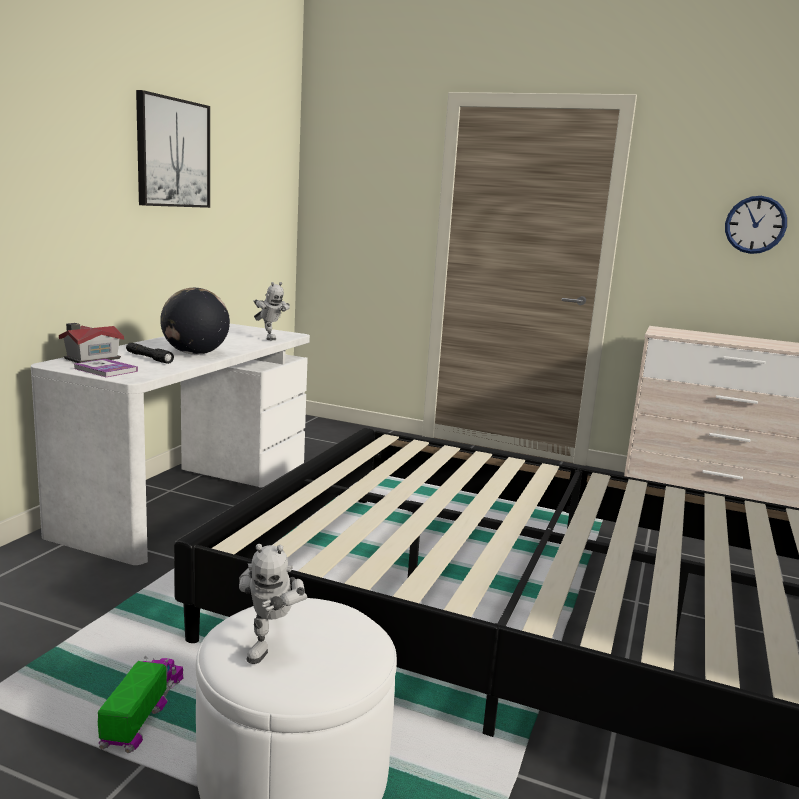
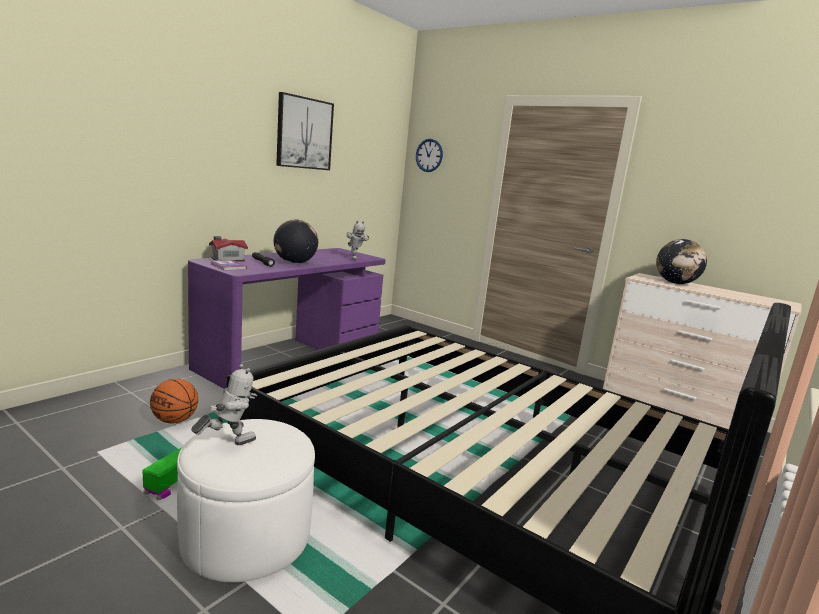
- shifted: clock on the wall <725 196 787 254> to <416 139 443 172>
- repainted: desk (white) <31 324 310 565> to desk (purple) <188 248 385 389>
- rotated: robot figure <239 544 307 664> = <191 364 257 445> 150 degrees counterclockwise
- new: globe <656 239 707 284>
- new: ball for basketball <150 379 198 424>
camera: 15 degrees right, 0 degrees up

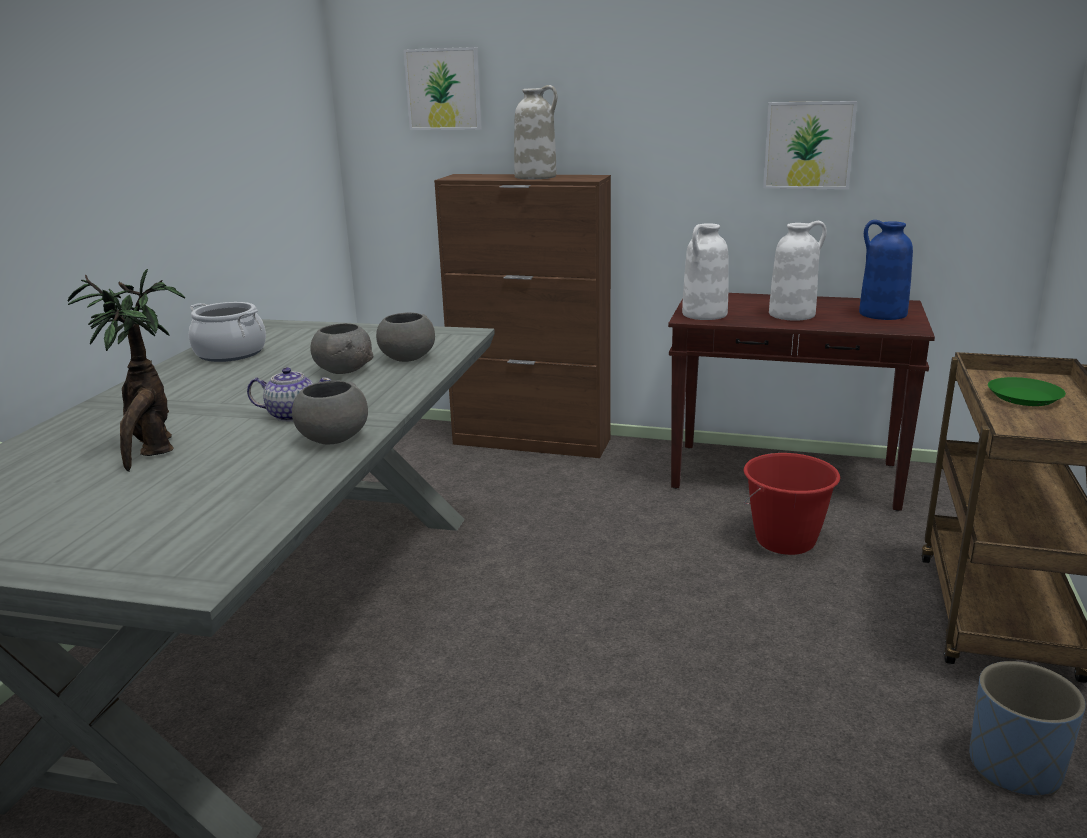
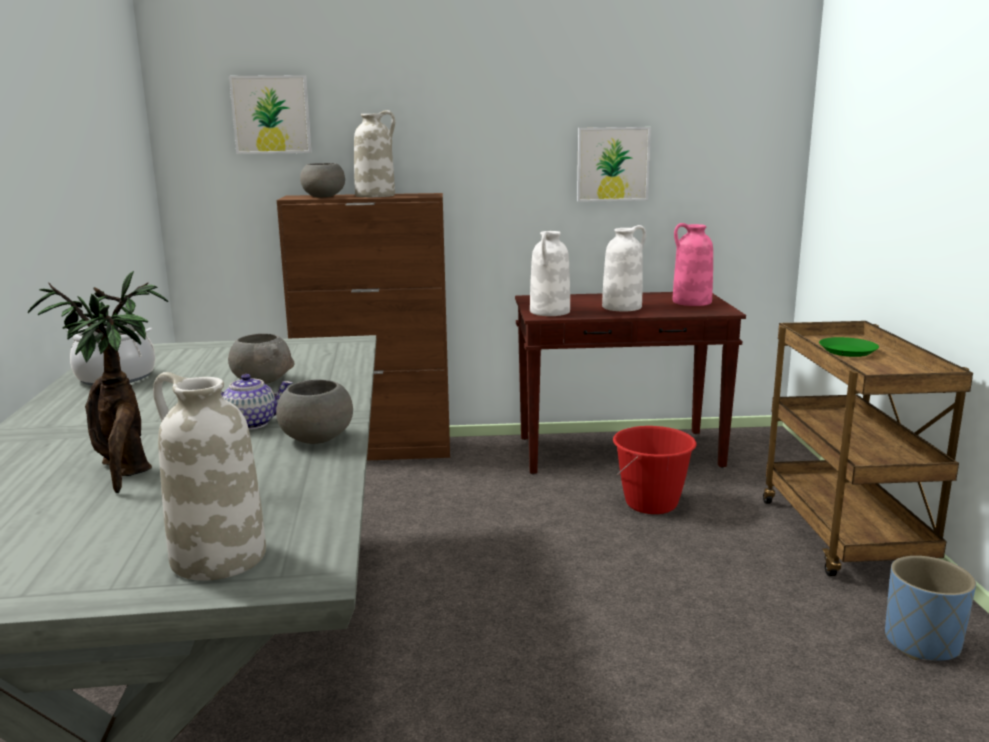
- repainted: decorative vase (blue-coloured) <859 220 913 320> to decorative vase (pinkish) <672 223 713 306>
- shifted: bowl (greyish) <376 312 435 362> to <300 163 345 197>
- new: decorative vase (white) <153 372 266 581>
camera: 20 degrees left, 5 degrees down

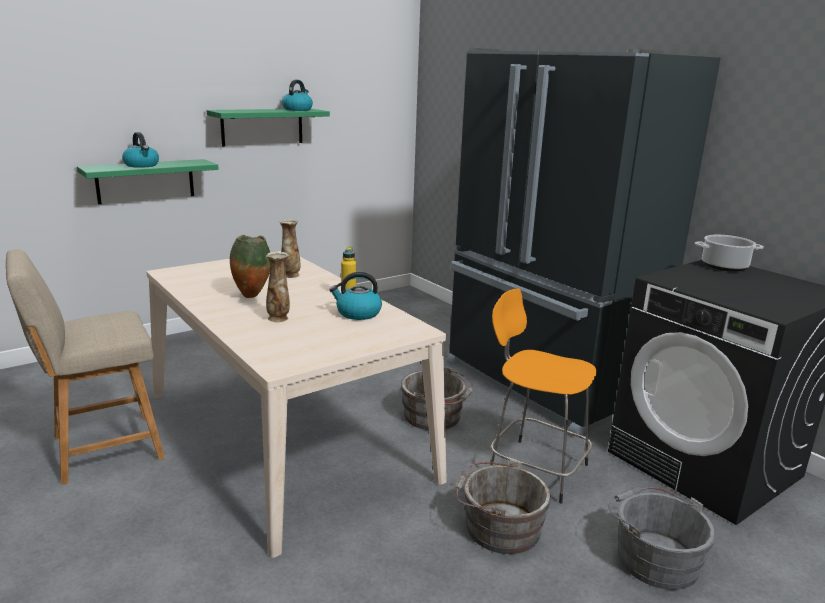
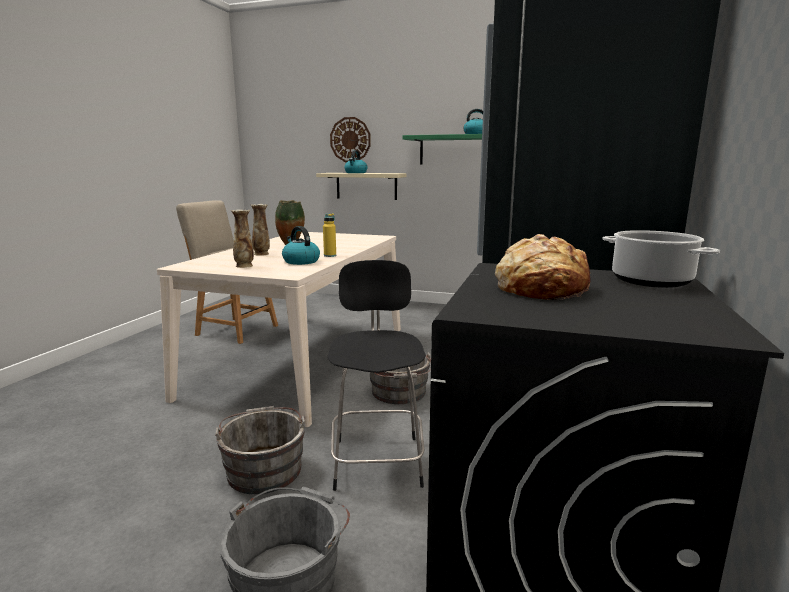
- repainted: wall shelf (green) <77 159 219 204> to wall shelf (beige-coloured) <316 173 406 200>
- shifted: decorative vase <279 219 301 278> to <231 209 254 268>
- repainted: stool seat (orange-coloured) <490 289 597 504> to stool seat (black) <328 260 426 491>
- new: clock on the wall <330 117 371 162>
- new: bakery bread <495 234 591 300>
camera: 55 degrees right, 5 degrees down

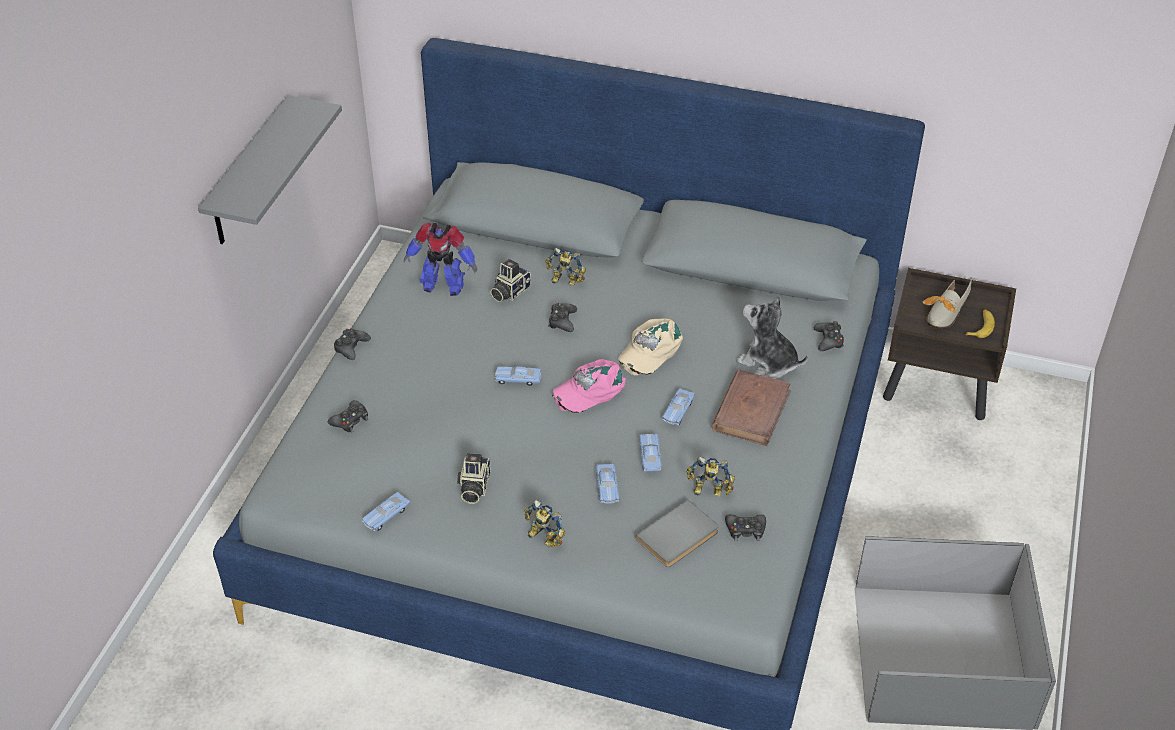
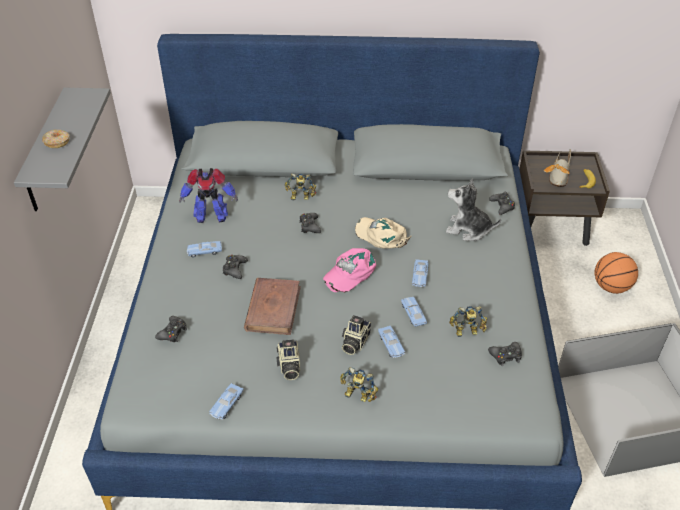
- shifted: still camera <490 259 531 302> to <342 315 371 355>
- rotated: baseball cap (beige-coloured) <618 318 683 375> = <355 217 412 249> 105 degrees clockwise
- shifted: gamepad (black) <334 328 371 360> to <223 255 248 279>
- shifted: miniature car (blue-coloured) <495 367 542 386> to <187 241 222 258>
- shifted: volume (brown-coloured) <712 370 791 446> to <244 278 301 335>
- gone: volume (greyish) <636 500 719 567>
- new: ring doughnut <42 129 70 148>
- new: ball for basketball <594 252 638 294>
camera: 15 degrees left, 0 degrees up

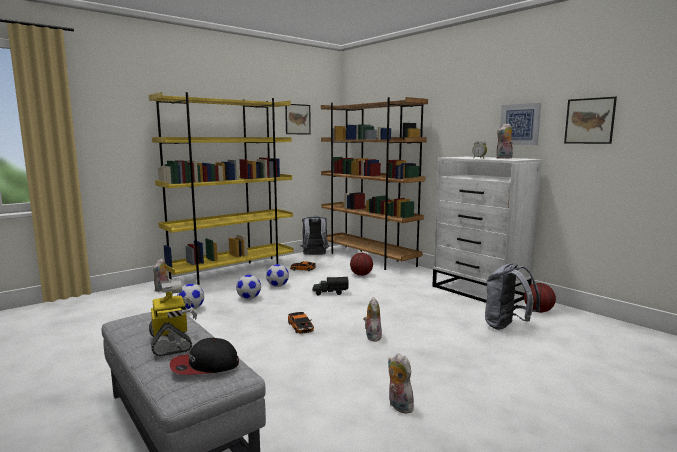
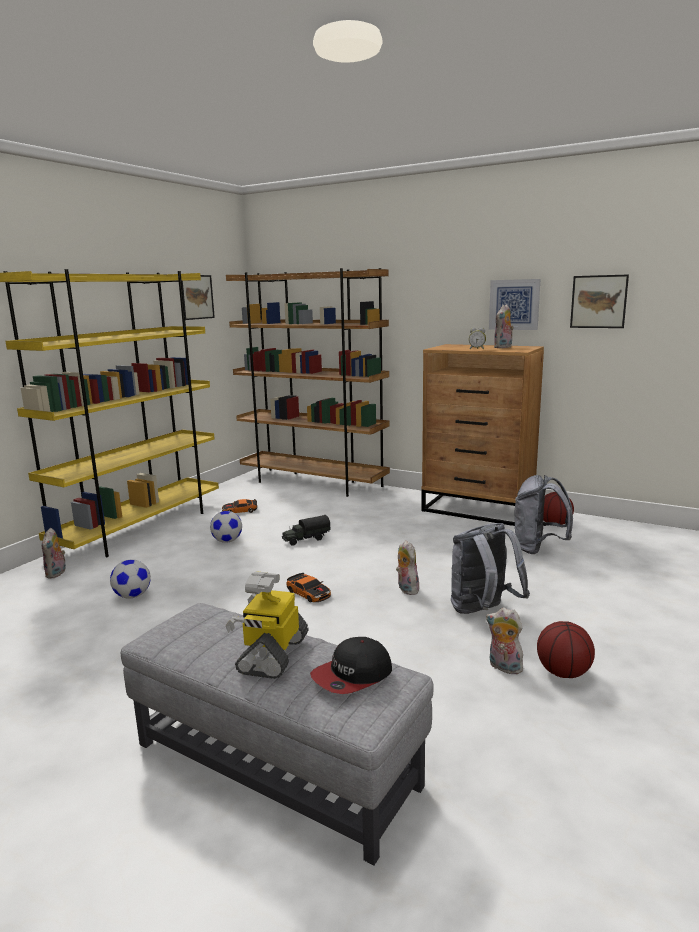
- repainted: dresser (white) <432 157 542 304> to dresser (brown-coloured) <421 344 544 526>
- shifted: rucksack (greyish) <300 216 329 255> to <451 523 530 614>
- shifted: ball for basketball <350 253 373 276> to <537 621 595 678>
- gone: ball for football <236 275 261 299>
- rotated: robot figure <149 279 197 356> = <225 571 309 679> 120 degrees counterclockwise
camera: 20 degrees left, 5 degrees up

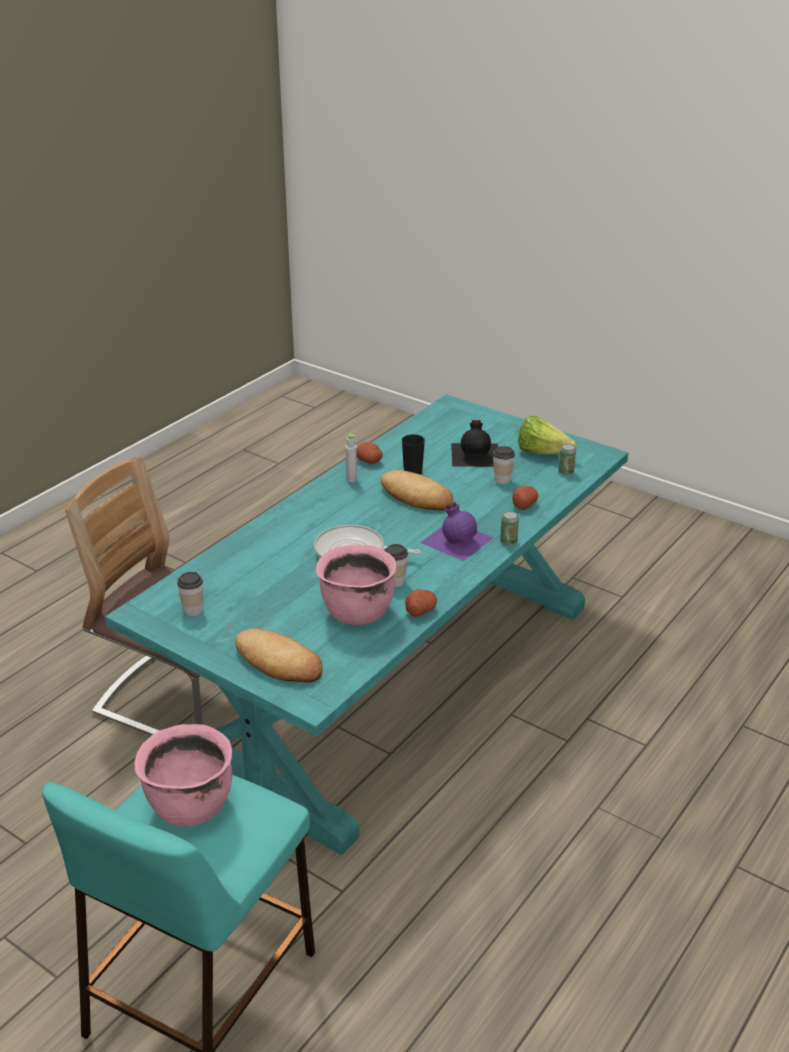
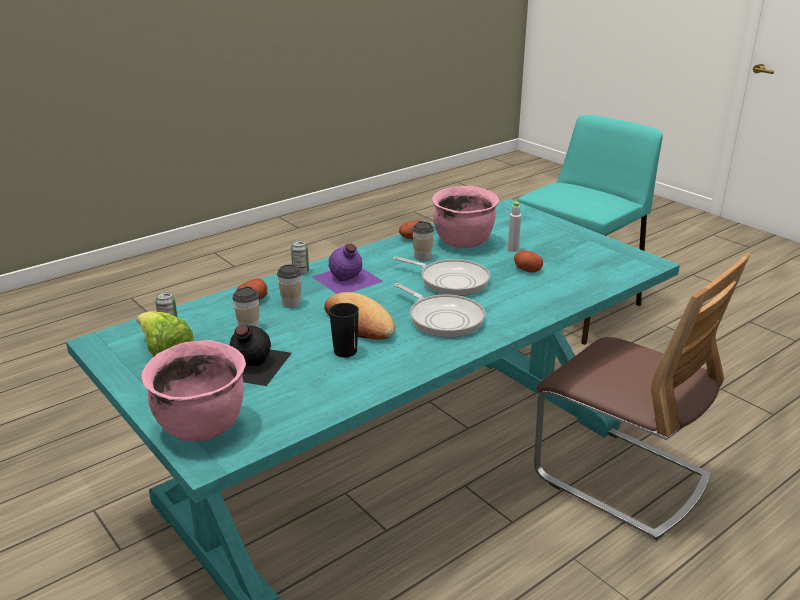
- shifted: drink bottle (greyish) <345 434 357 482> to <508 202 521 252>
- shifted: whole potato <357 442 383 464> to <514 250 543 273>
- shifted: small cup <177 572 203 616> to <277 265 302 308>
- gone: bakery bread <235 628 322 682>
- shifted: cooking pot (pinkish) <134 724 232 827> to <142 340 246 442>
- new: frying pan <394 283 485 338>
camera: 165 degrees left, 5 degrees down

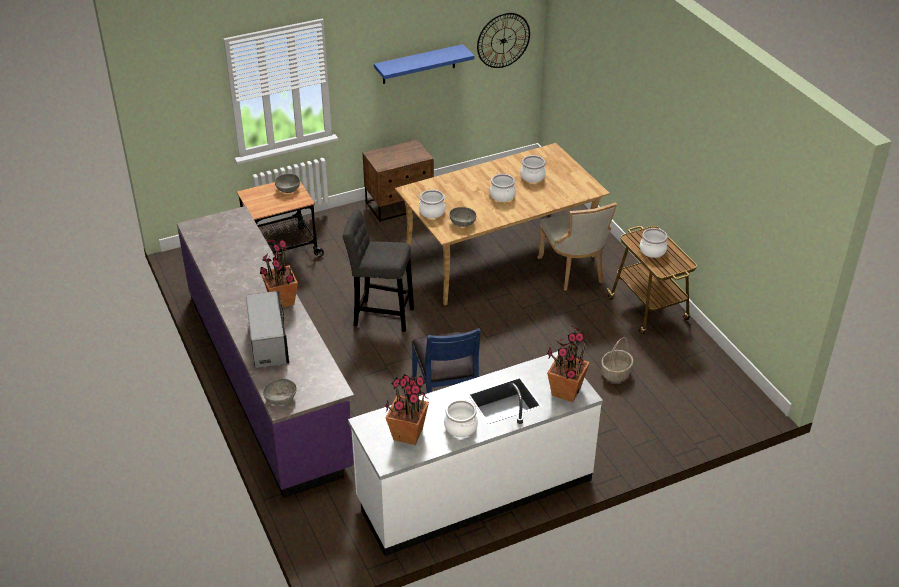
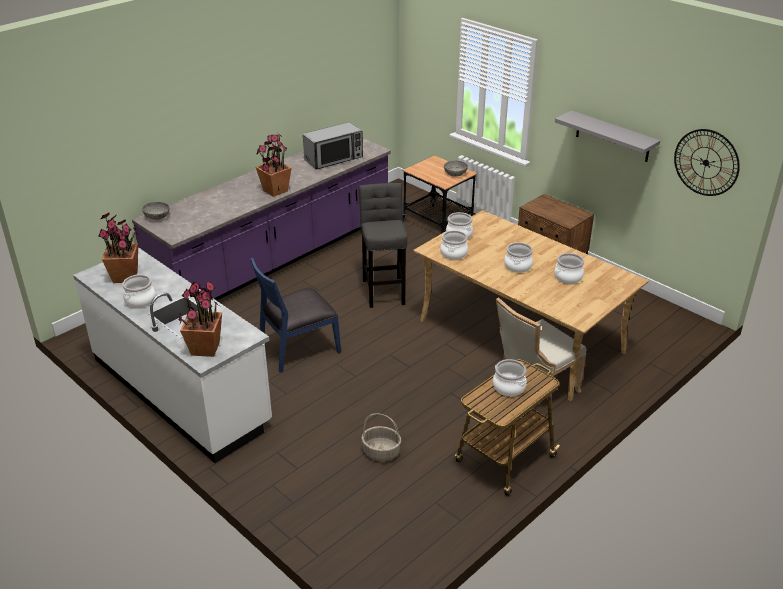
- repainted: wall shelf (blue-coloured) <374 44 474 84> to wall shelf (greyish) <555 111 660 162>
- swapped: bowl (greyish) <449 207 476 227> to cooking pot <440 230 468 260>
- shifted: microwave oven <246 291 289 368> to <303 122 363 169>
camera: 70 degrees right, 5 degrees down

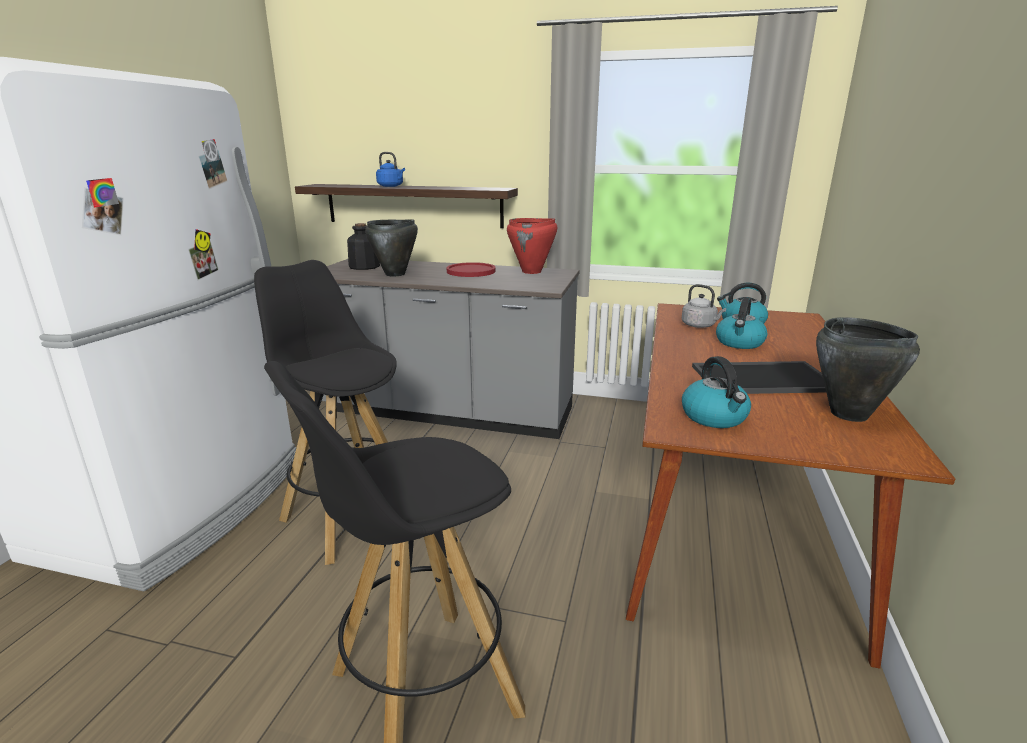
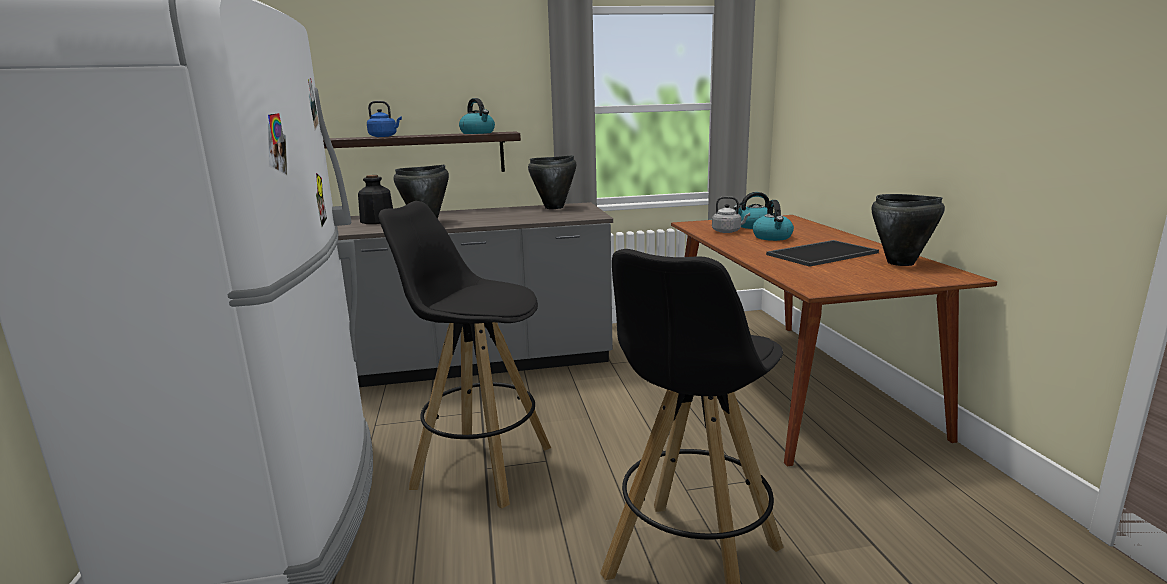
- repainted: cooking pot (reddish) <507 218 557 274> to cooking pot (black) <528 155 576 209>
- gone: flat dish (reddish) <447 262 496 277>
- shifted: tea kettle <682 356 751 428> to <459 98 495 134>
camera: 25 degrees left, 5 degrees down

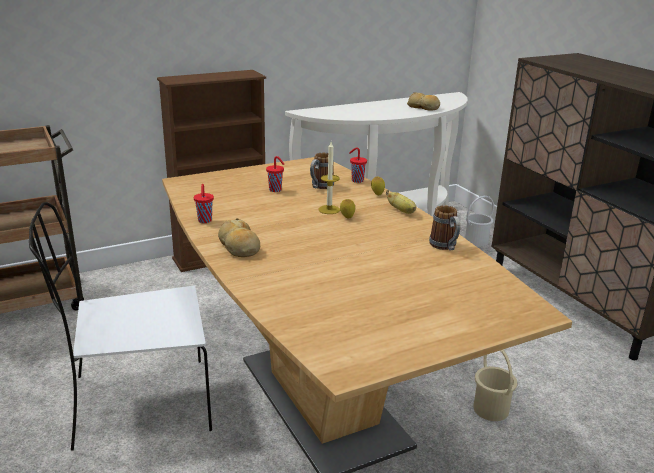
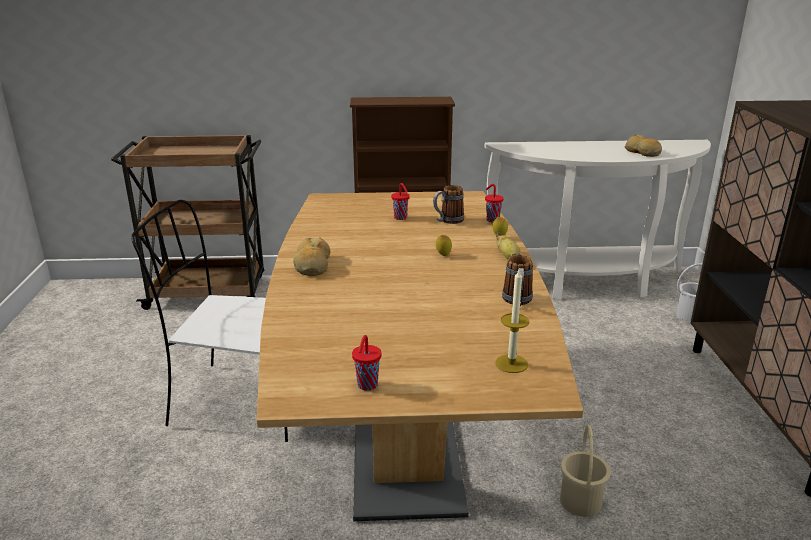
- shifted: candle <318 142 340 214> to <495 270 529 373>
- shifted: small cup (reddish) <194 184 214 223> to <352 335 382 391>
camera: 25 degrees right, 0 degrees up

